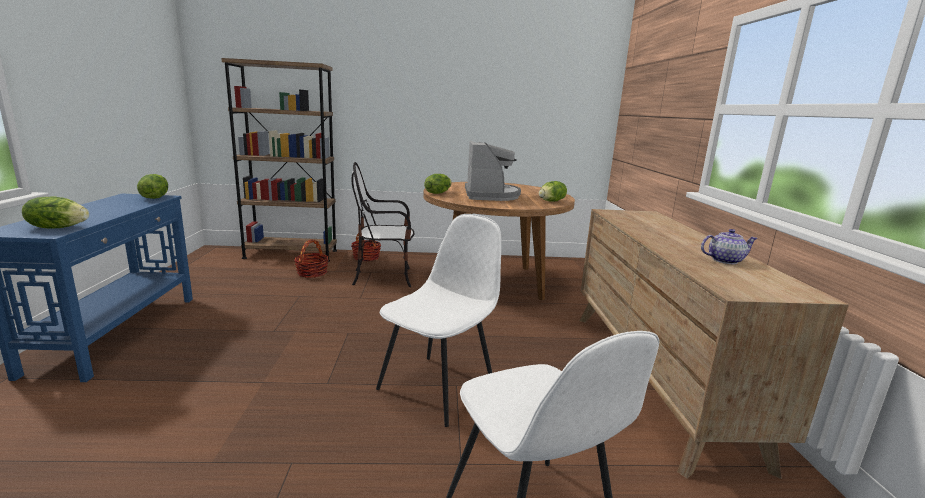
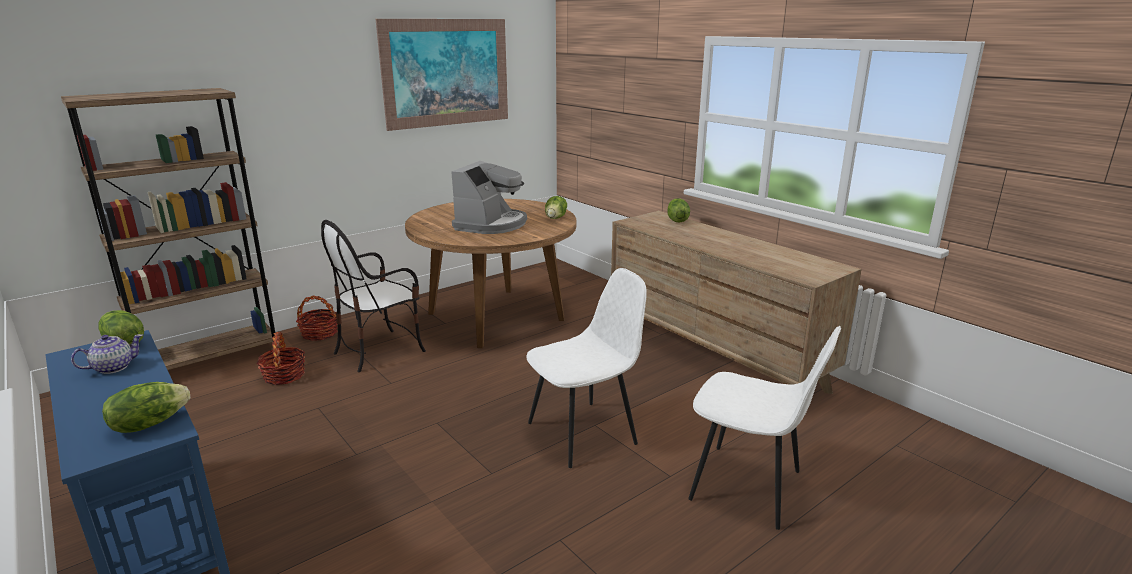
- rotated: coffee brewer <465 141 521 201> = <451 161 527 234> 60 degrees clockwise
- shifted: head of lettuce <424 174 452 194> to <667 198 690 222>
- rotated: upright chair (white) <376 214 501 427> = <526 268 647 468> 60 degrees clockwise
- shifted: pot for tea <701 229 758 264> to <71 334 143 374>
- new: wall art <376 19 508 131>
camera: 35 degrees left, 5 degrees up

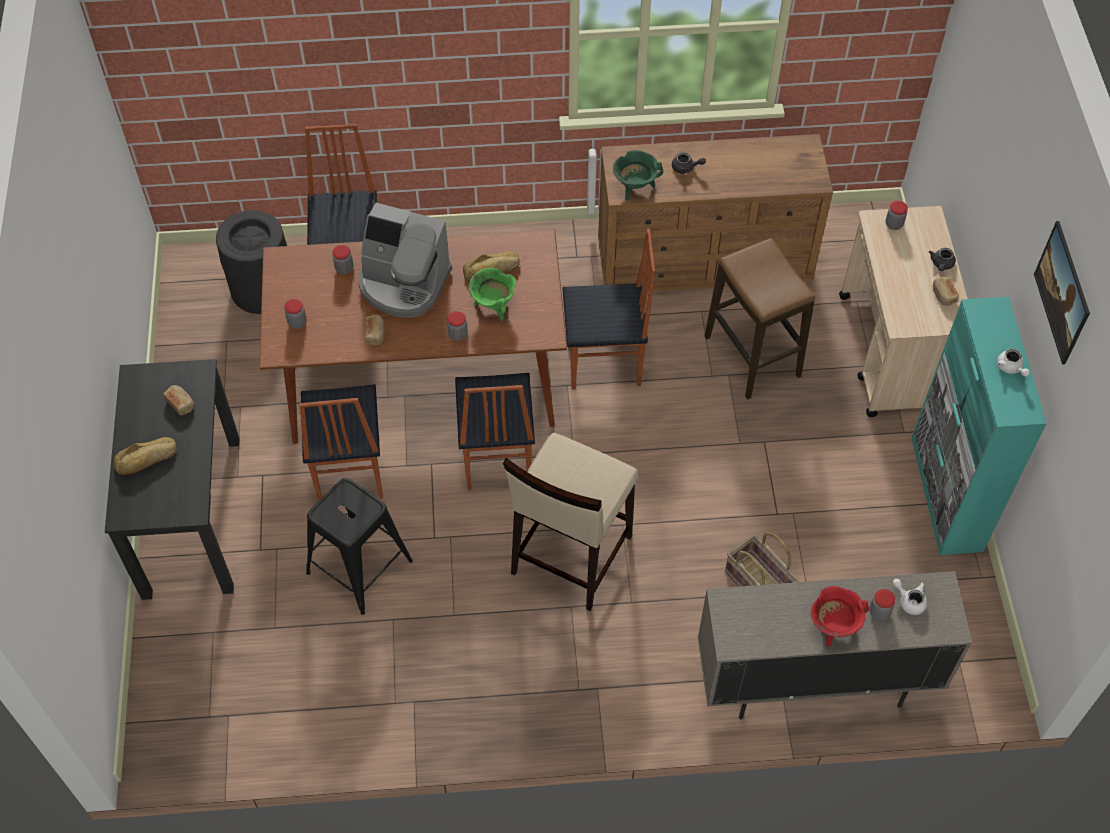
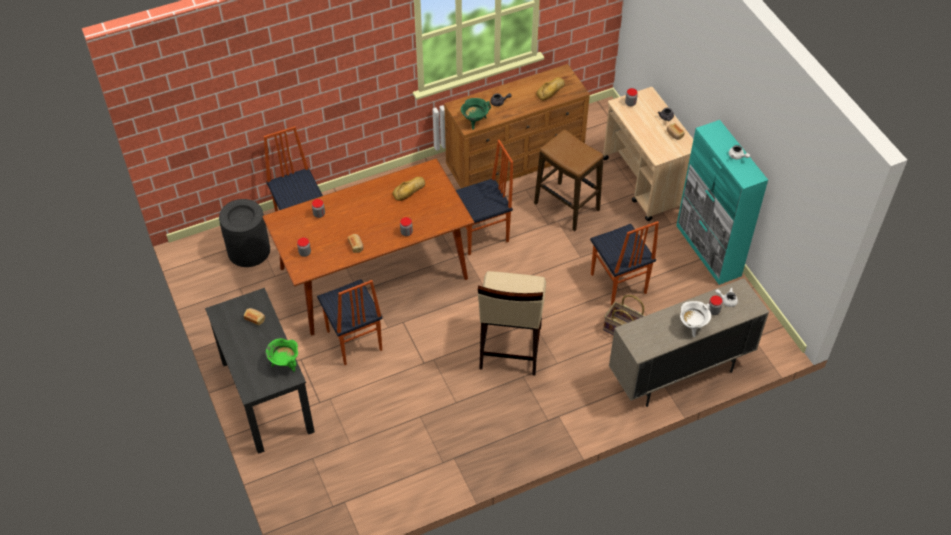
- gone: coffee brewer <359 203 452 318>
- gone: wall art <1034 221 1090 364>
- shifted: cooking pot (green) <468 268 516 321> to <266 338 298 372>
- shifted: upright chair <455 373 535 491> to <590 221 659 306>
- shifted: bakery bread <114 437 177 475> to <536 77 565 100>
- gone: stool seat (black) <306 478 413 615>
- repainted: cooking pot (reddish) <811 586 869 647> to cooking pot (white) <680 301 711 337>
camera: 20 degrees left, 5 degrees down

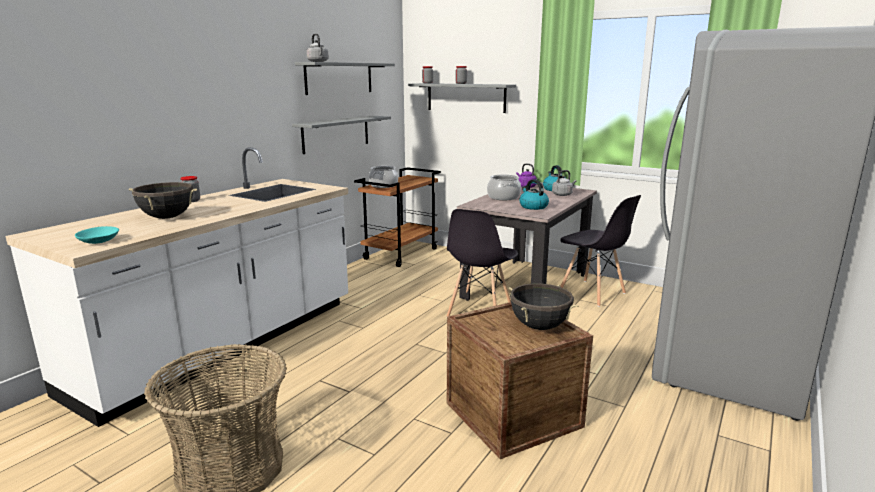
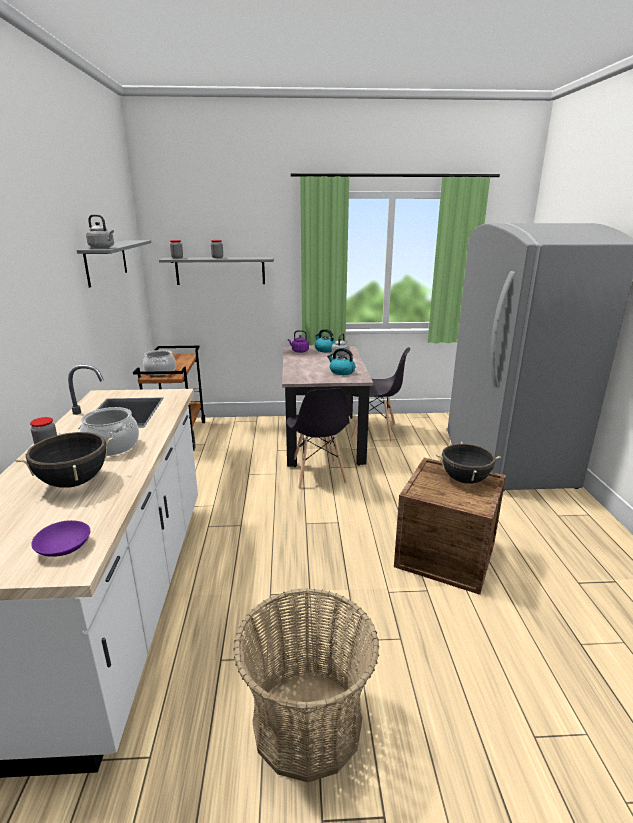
- gone: wall shelf (greyish) <292 116 391 154>
- shifted: cooking pot <487 174 521 200> to <80 407 139 456>
- repainted: bowl (blue-green) <75 226 119 244> to bowl (purple) <31 520 90 557>
camera: 35 degrees left, 5 degrees up

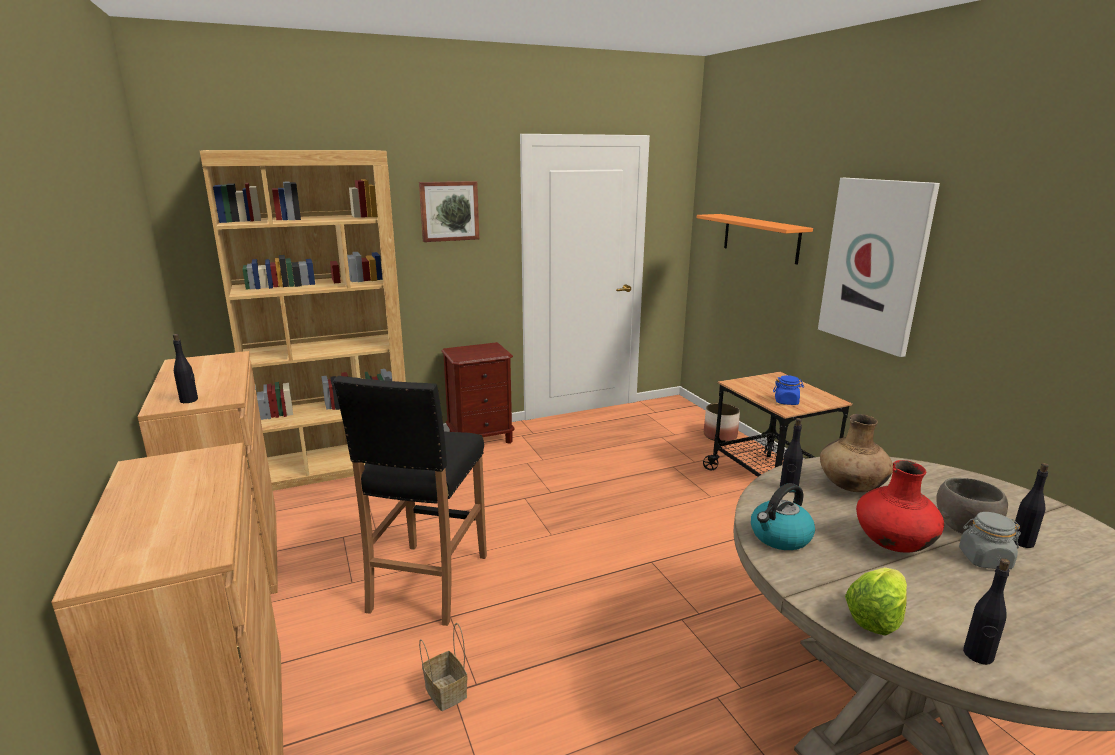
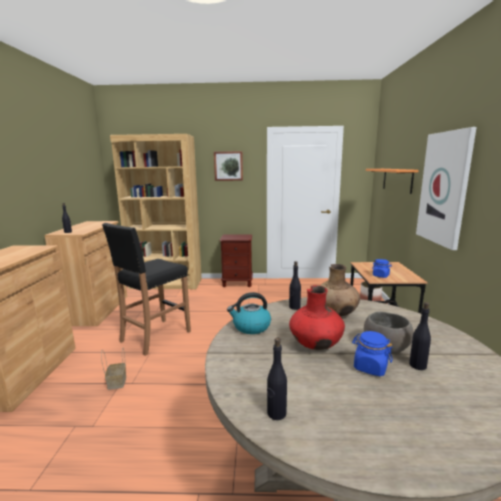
- repainted: preserve jar (greyish) <959 512 1021 569> to preserve jar (blue-coloured) <352 331 393 376>
- gone: head of lettuce <845 567 907 636>
camera: 25 degrees right, 5 degrees down

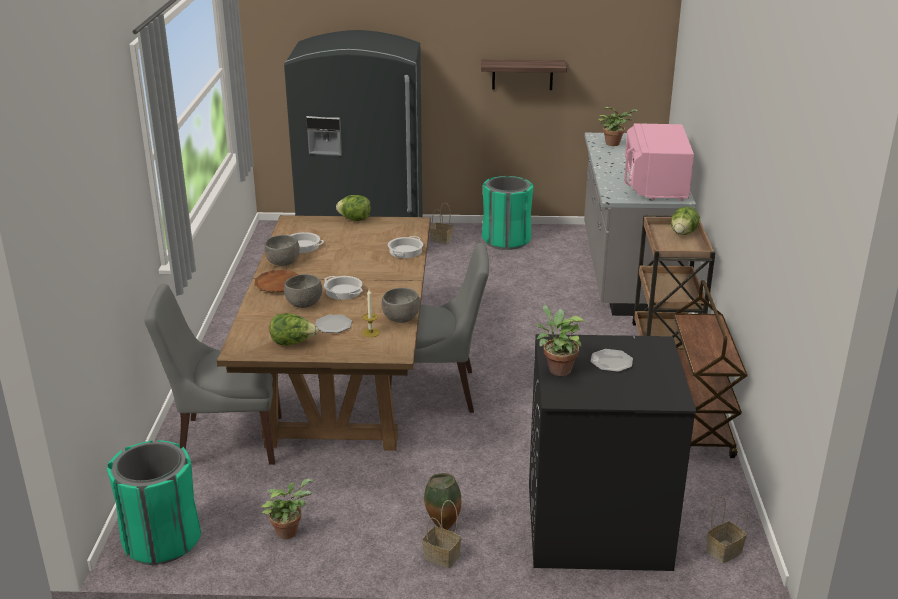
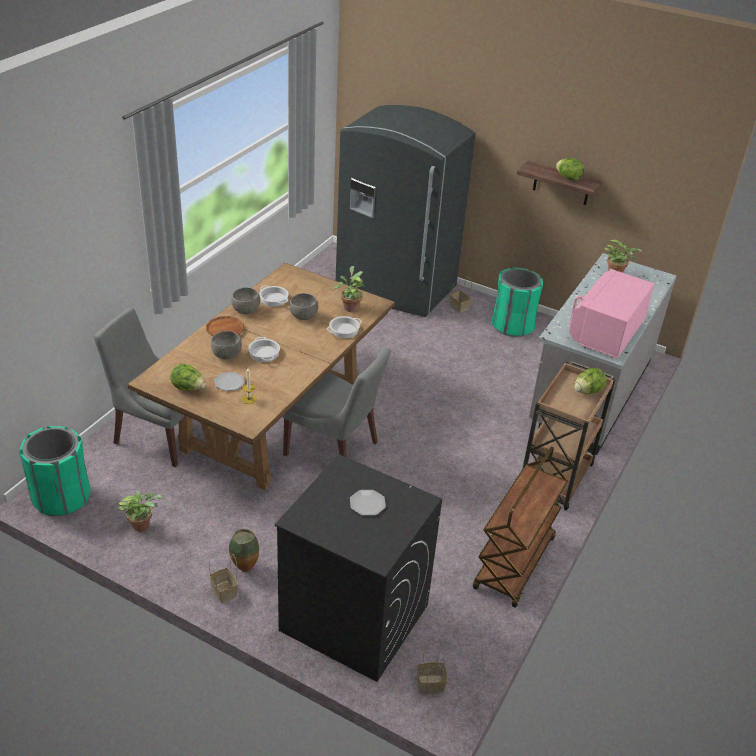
- shifted: head of lettuce <336 195 371 221> to <556 158 584 181>
- shifted: bowl (greyish) <382 288 420 323> to <289 293 318 320>
- shifted: potted plant <536 305 586 376> to <333 266 364 312>
camera: 25 degrees right, 10 degrees up

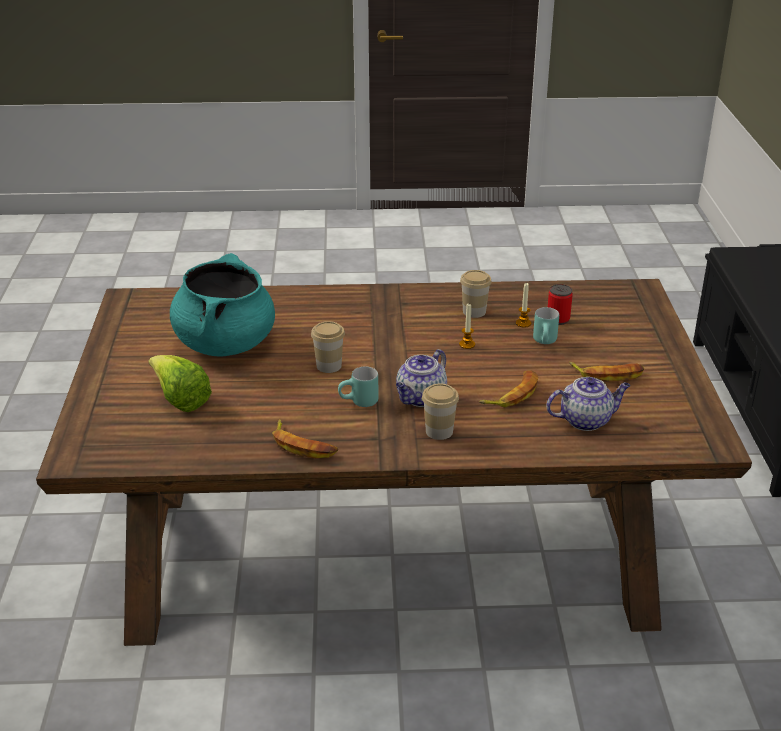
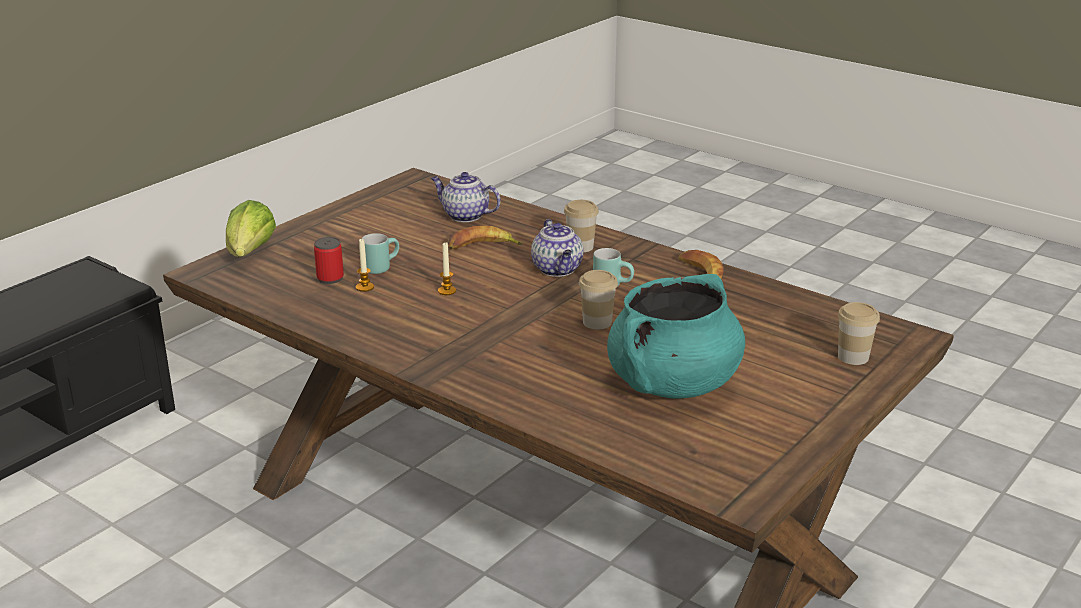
- shifted: small cup <460 270 492 318> to <838 302 880 365>
- rotated: pot for tea <396 349 447 407> = <531 219 583 277> 90 degrees clockwise
- shifted: head of lettuce <148 355 212 412> to <226 200 276 257>
- gone: whole banana <569 362 644 382>
camera: 140 degrees left, 5 degrees down

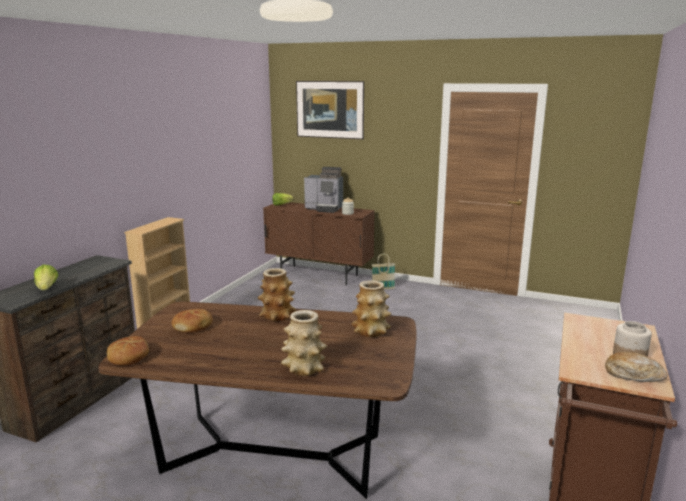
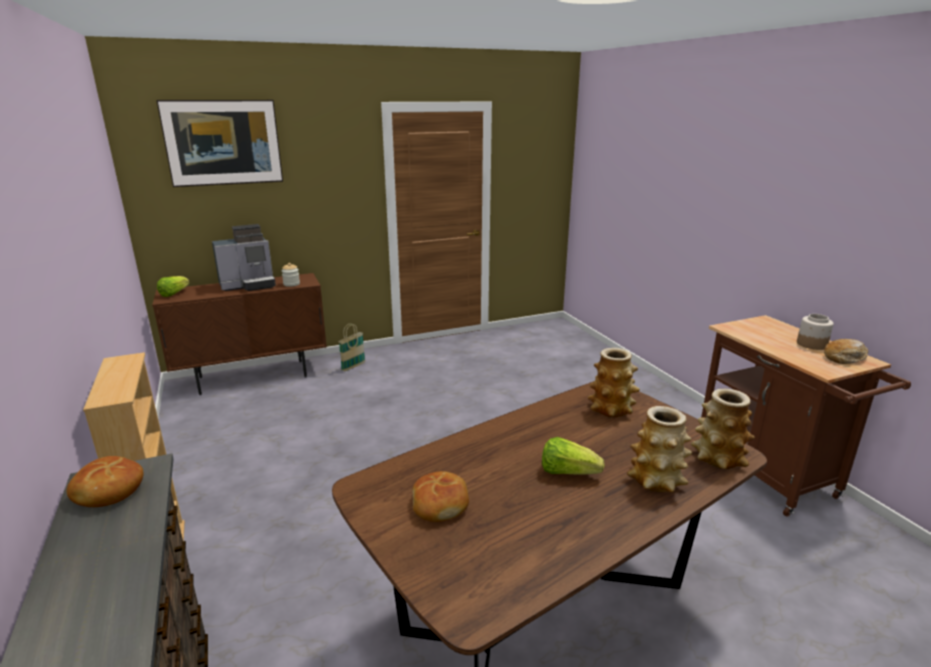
- shifted: head of lettuce <34 265 58 290> to <542 437 605 475>
- shifted: decorative vase <258 268 296 321> to <691 389 755 469>
- shifted: bakery bread <107 336 149 366> to <66 456 143 507>
camera: 45 degrees left, 5 degrees up

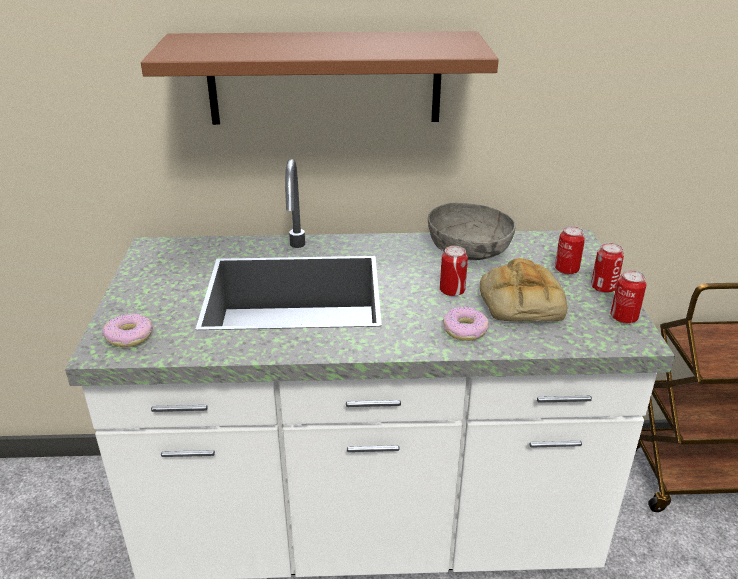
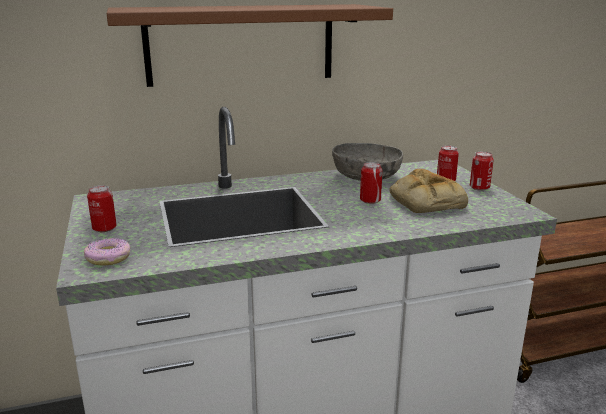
- shifted: sealed can <610 270 646 323> to <87 185 117 232>
- gone: ring doughnut <443 307 489 341>
camera: 15 degrees left, 10 degrees down

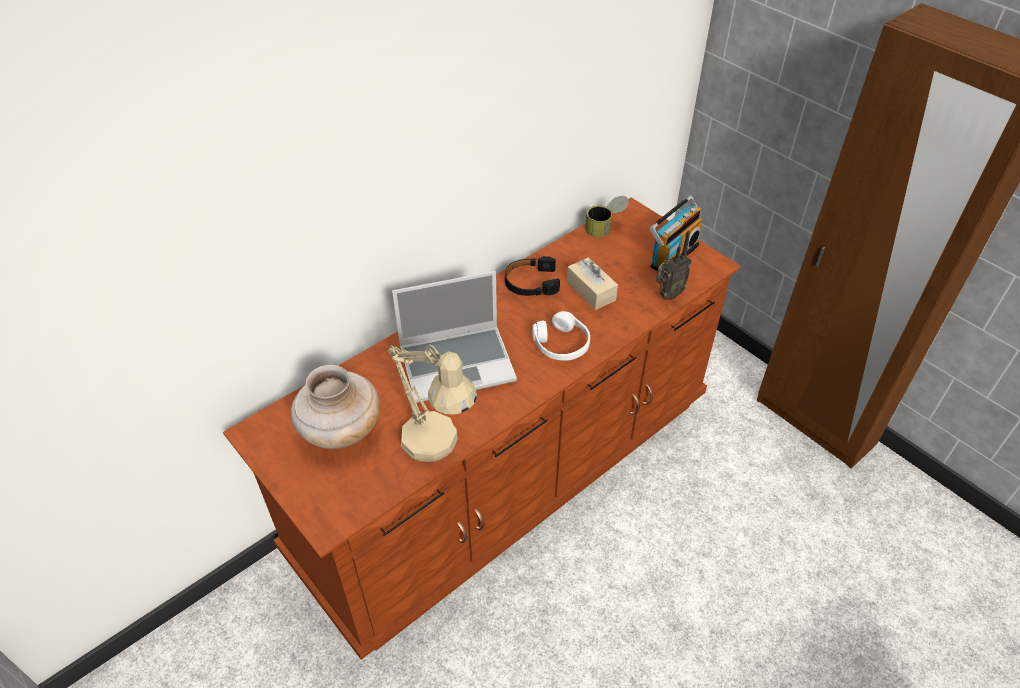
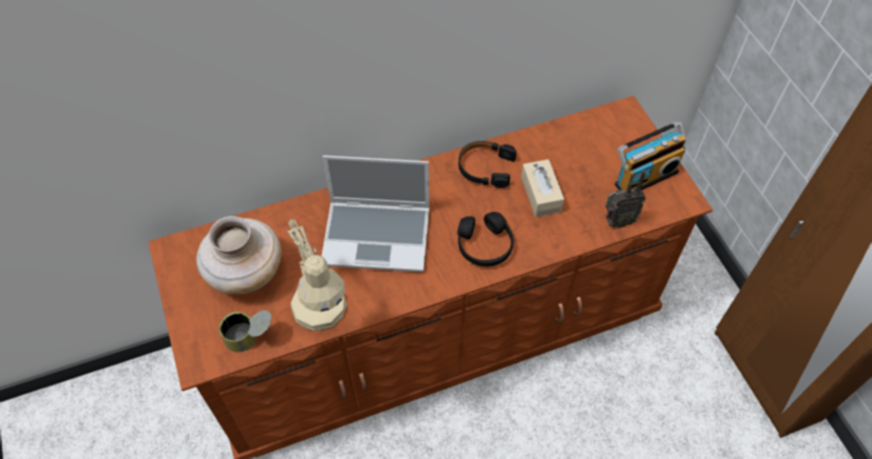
- shifted: sealed can <585 196 629 237> to <219 310 272 352>
- repainted: headset (white) <532 311 590 361> to headset (black) <457 212 514 267>
camera: 20 degrees right, 10 degrees up

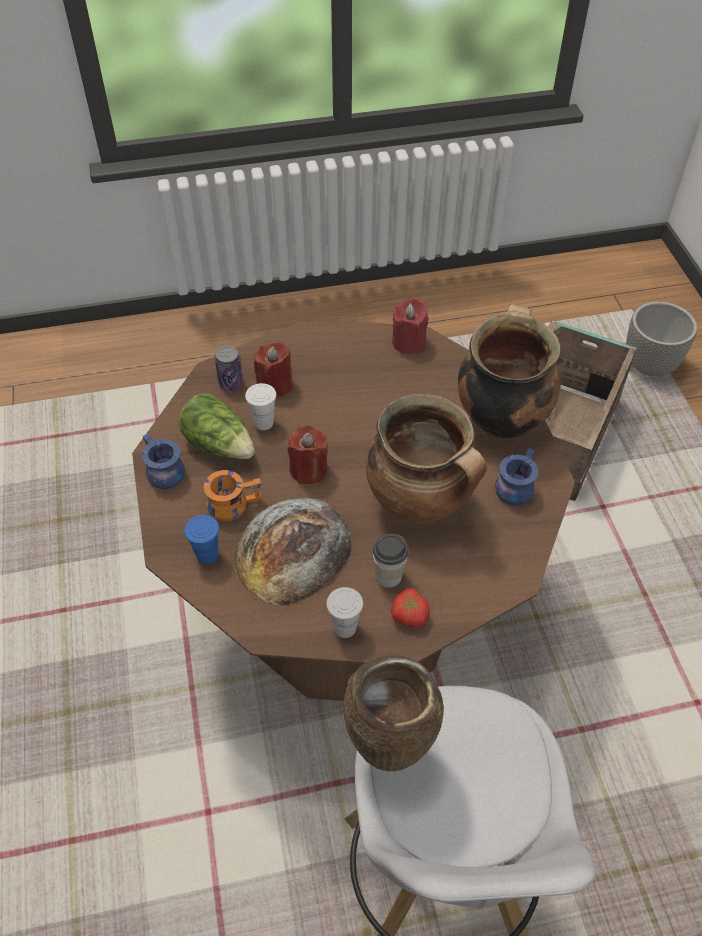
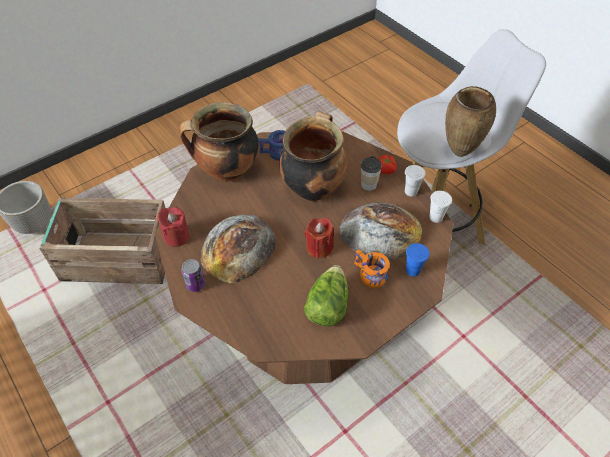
- gone: candle (reddish) <254 341 293 397>
- shifted: sealed can <215 346 243 391> to <182 259 205 292>
- shifted: small cup (white) <245 383 277 430> to <430 191 452 223>
- gone: tea mug (blue-coloured) <142 434 185 489>
- new: bakery bread <201 215 276 284>
camera: 115 degrees left, 0 degrees up

